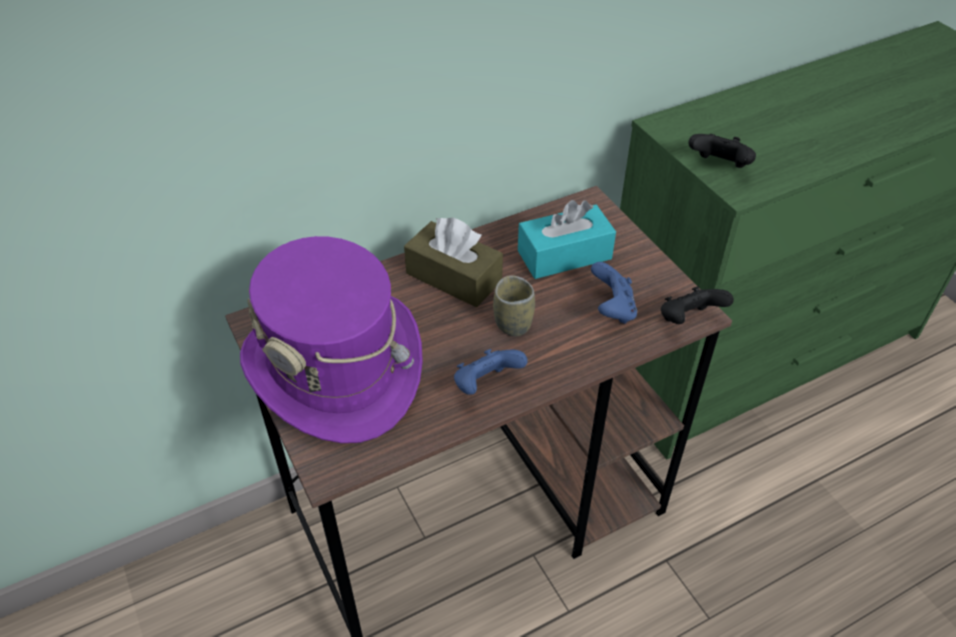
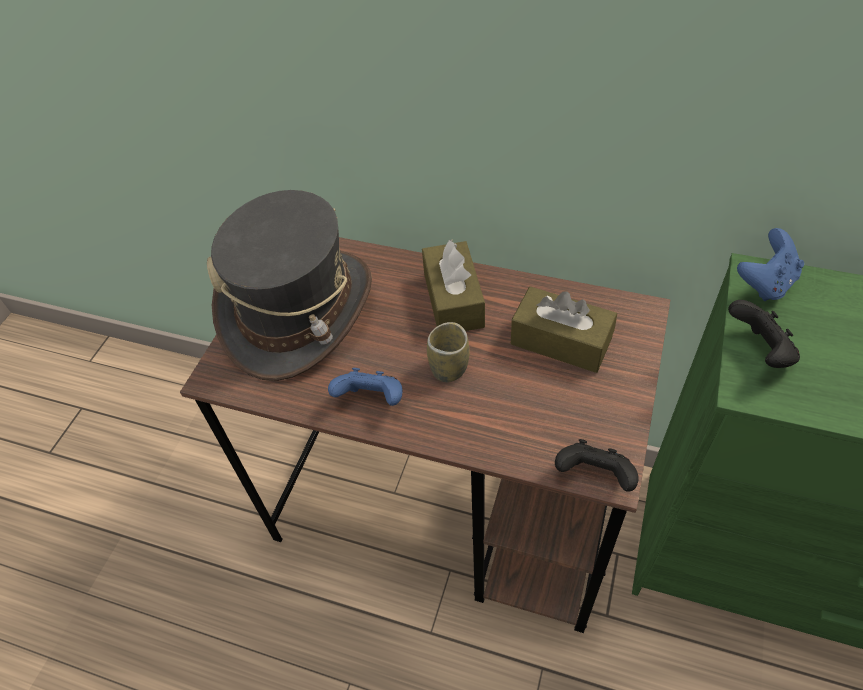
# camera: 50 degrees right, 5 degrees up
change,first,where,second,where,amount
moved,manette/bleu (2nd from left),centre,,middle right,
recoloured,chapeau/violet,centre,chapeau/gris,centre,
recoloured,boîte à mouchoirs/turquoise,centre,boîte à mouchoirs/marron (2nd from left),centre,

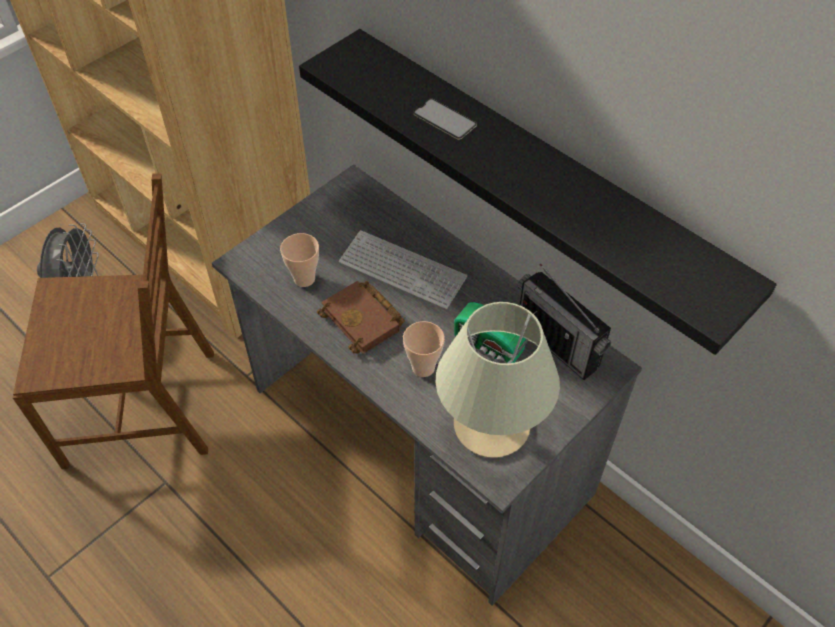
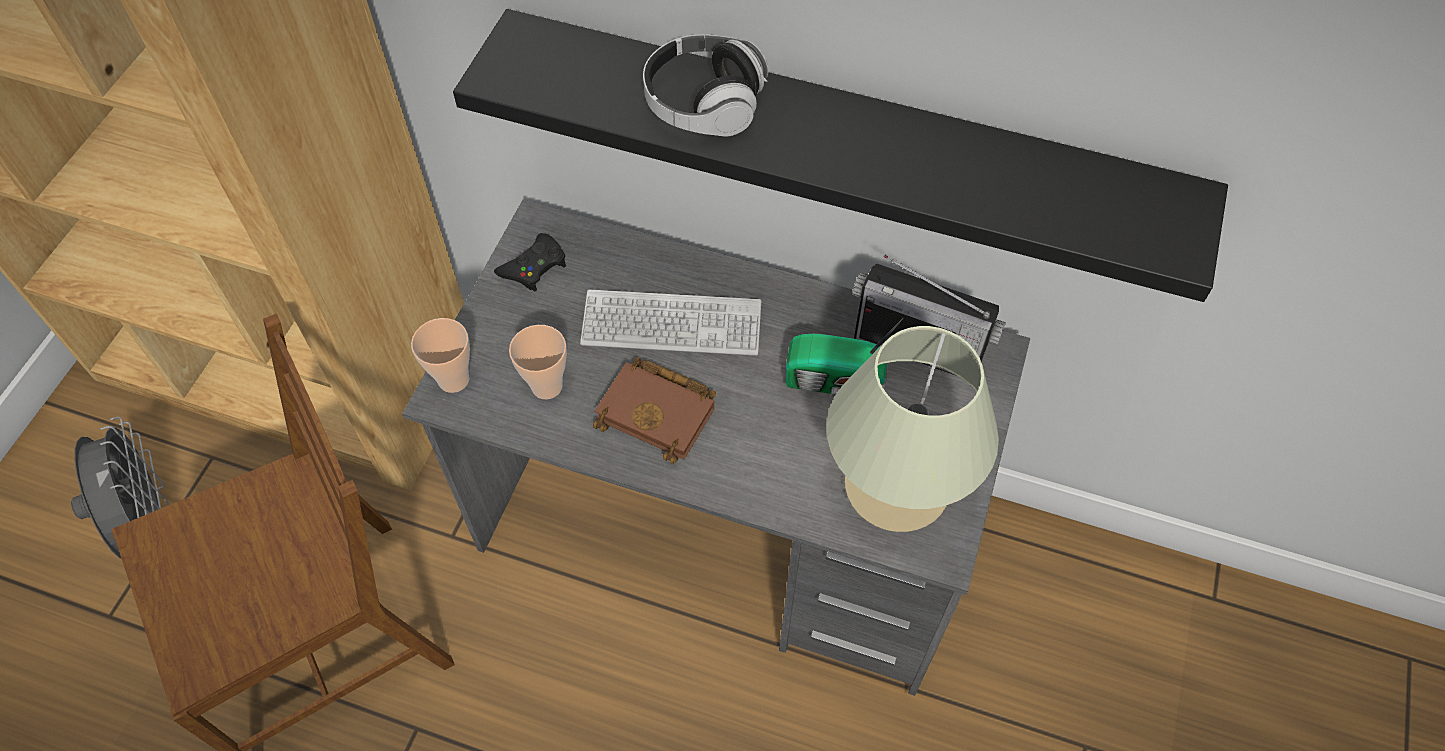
# camera: 25 degrees left, 5 degrees up
change,first,where,second,where,amount
added,,,manette/noir,centre,
moved,tasse (2nd from left in the first image),centre,tasse (1st from left),middle left,
replaced,téléphone,top centre,casque audio,top centre,

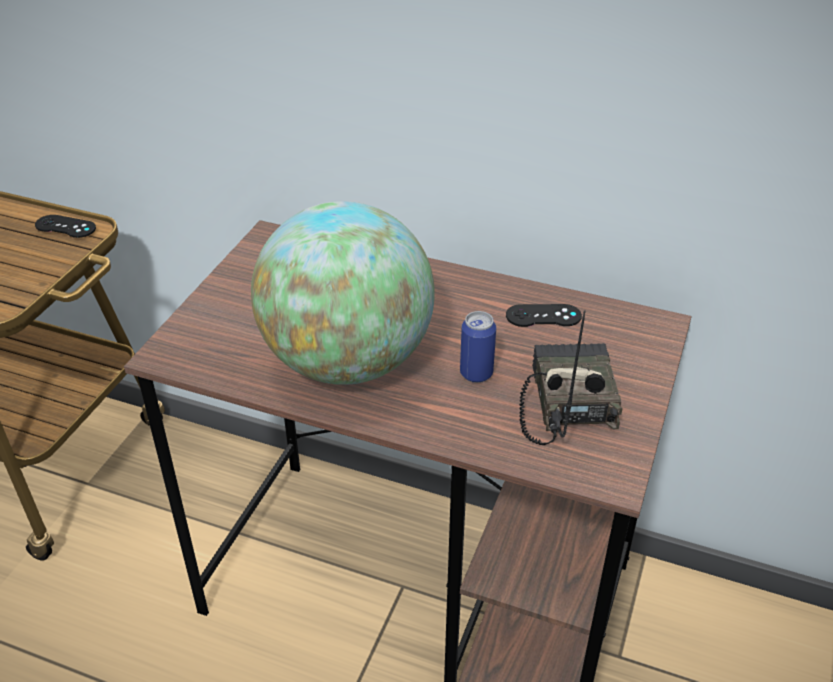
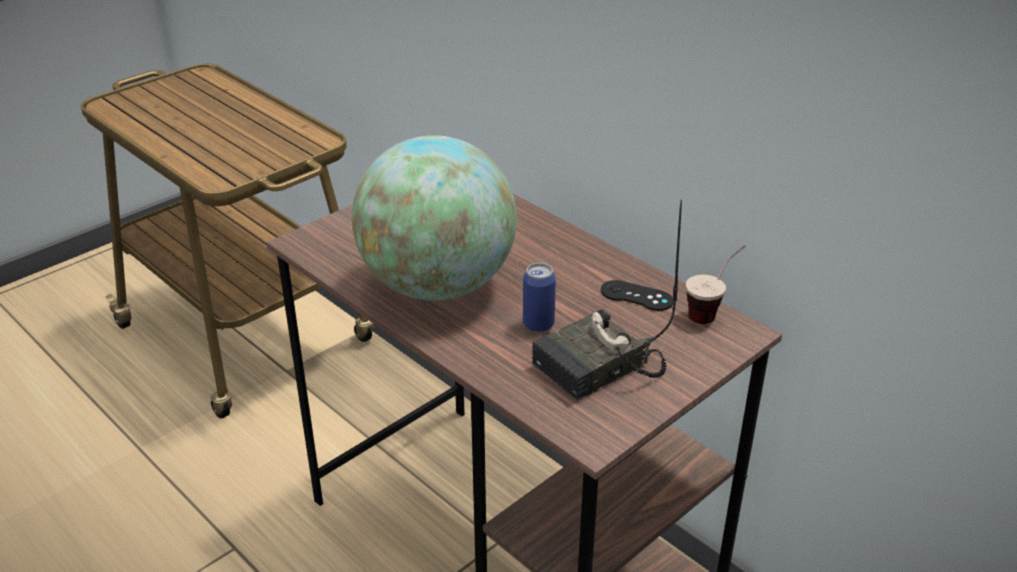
# camera: 25 degrees right, 5 degrees down
change,first,where,second,where,amount
removed,manette/noir (1st from left),top left,,,
added,,,tasse,middle right,
turned,radio,middle right,,centre,150 degrees counterclockwise

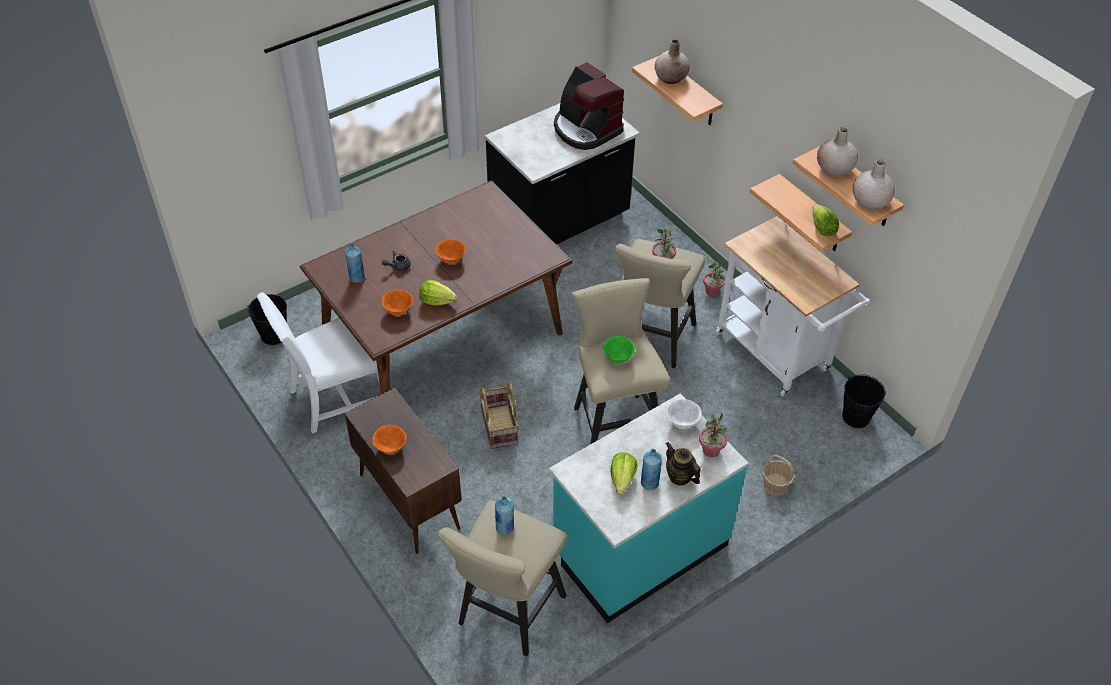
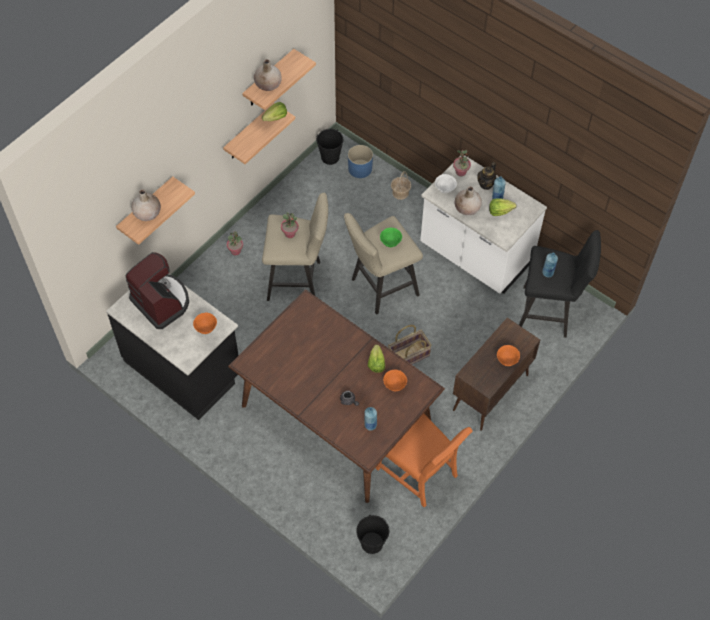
# camera: 105 degrees left, 10 degrees up
change,first,where,second,where,amount
removed,chariot/blanc,middle right,,,
added,,,cache-pot/bleu,top centre,
moved,bol/orange (3rd from left in the first image),centre,bol/orange (1st from left),middle left,
moved,vase/beige (3rd from left),top right,,top centre,
recoloured,chaise/blanc,middle left,chaise/orange,bottom centre,
recoloured,tabouret/beige (1st from left),bottom centre,tabouret/noir,middle right,
recoloured,comptoir de cuisine/turquoise,bottom centre,comptoir de cuisine/blanc,middle right,
turned,machine à café,top centre,,middle left,75 degrees counterclockwise

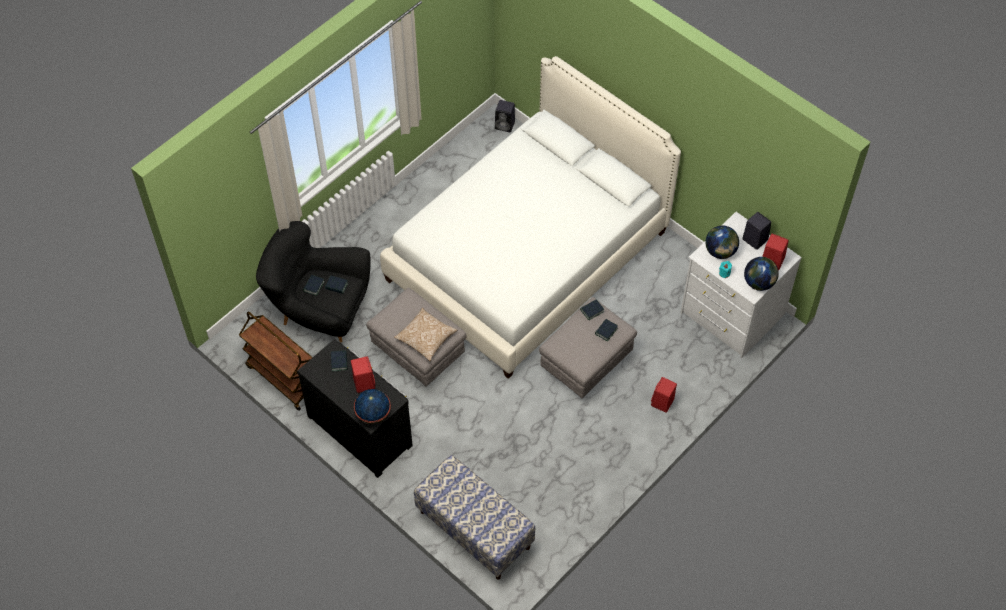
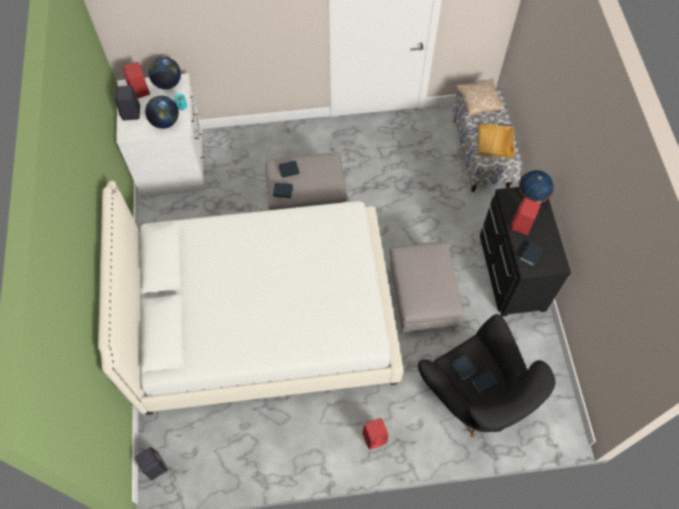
# camera: 140 degrees left, 5 degrees up
change,first,where,second,where,amount
removed,chariot/marron,middle left,,,
added,,,plateau/beige,top right,
moved,coussin,centre,,top right,
moved,enceinte/rouge (2nd from left),centre,,bottom centre,

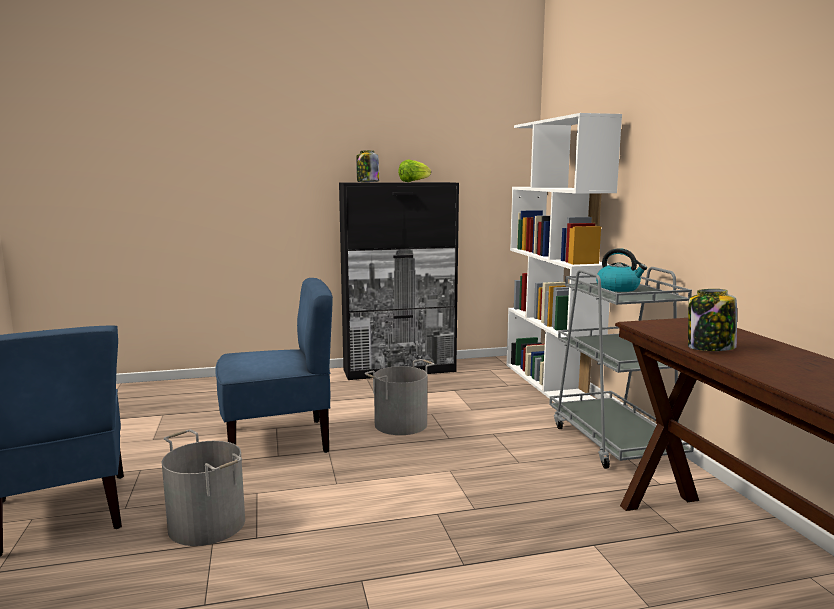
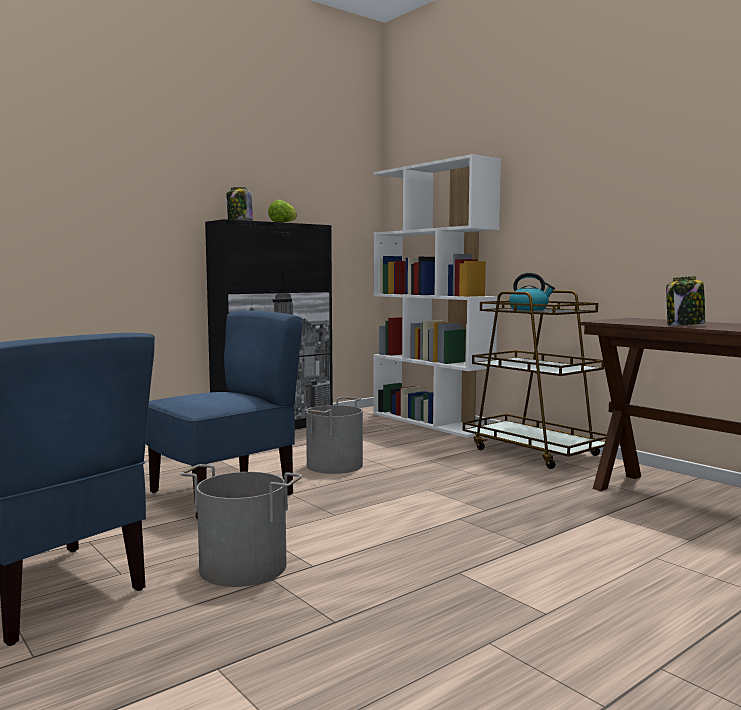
# camera: 25 degrees left, 5 degrees down
change,first,where,second,where,amount
recoloured,chariot/gris,middle right,chariot/marron,middle right,

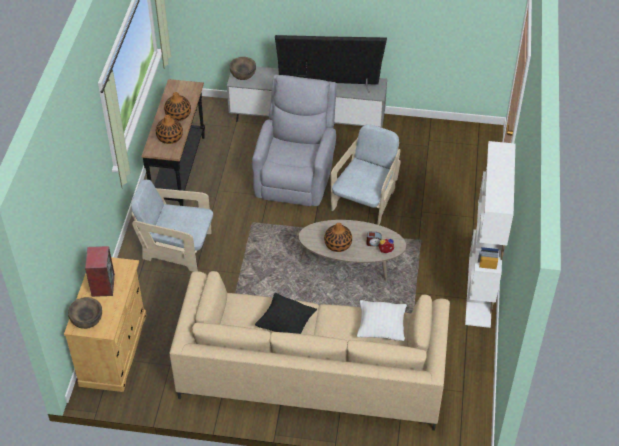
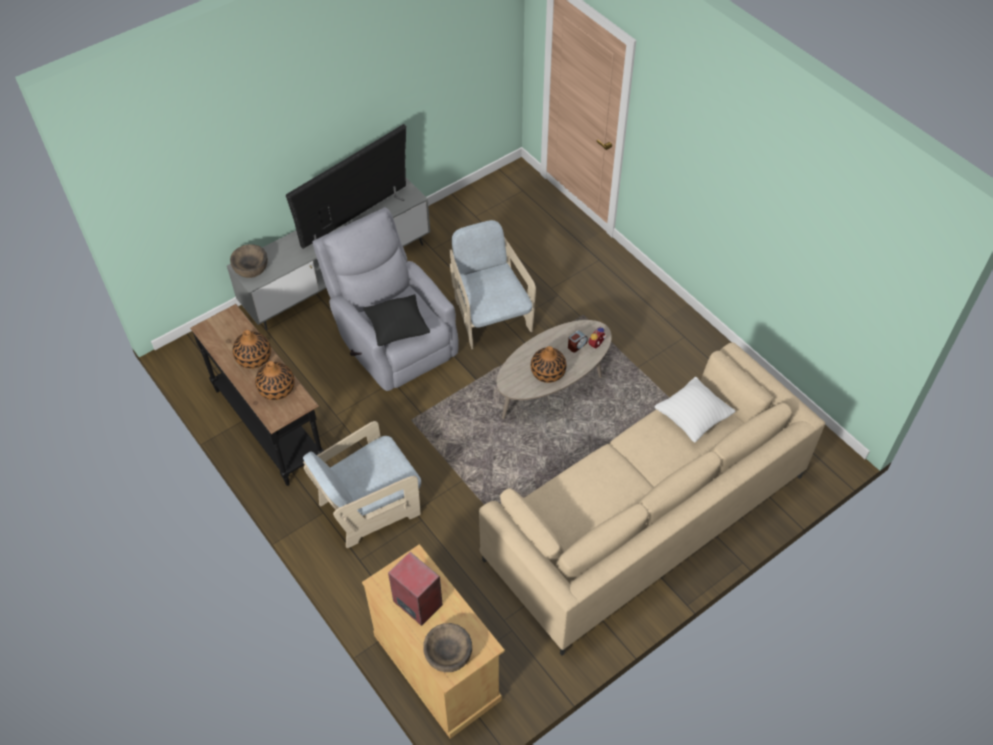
# camera: 45 degrees left, 5 degrees up
change,first,where,second,where,amount
removed,bibliothèque/blanc,middle right,,,
moved,coussin/noir,bottom centre,,centre,

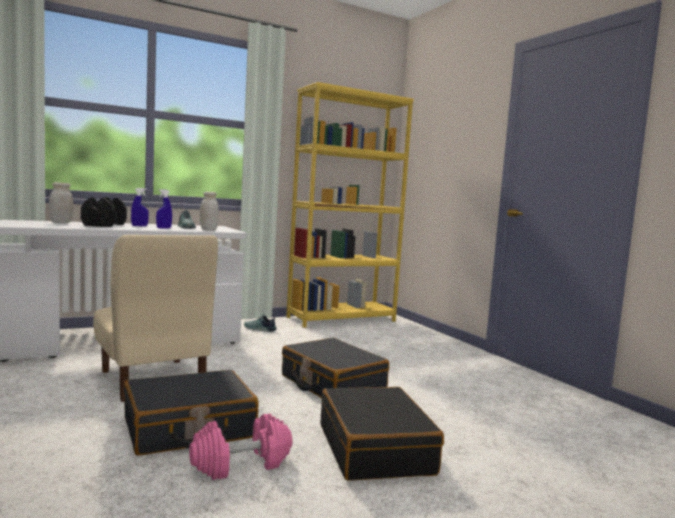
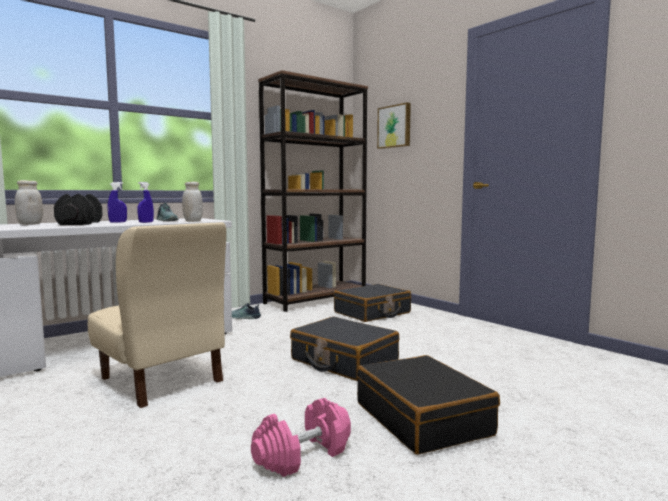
# camera: 10 degrees left, 0 degrees up
change,first,where,second,where,amount
added,,,tableau,top centre,
moved,valise/noir (1st from left in the first image),bottom left,valise/noir (2nd from left),centre,
recoloured,bibliothèque/jaune,centre,bibliothèque/marron,centre,

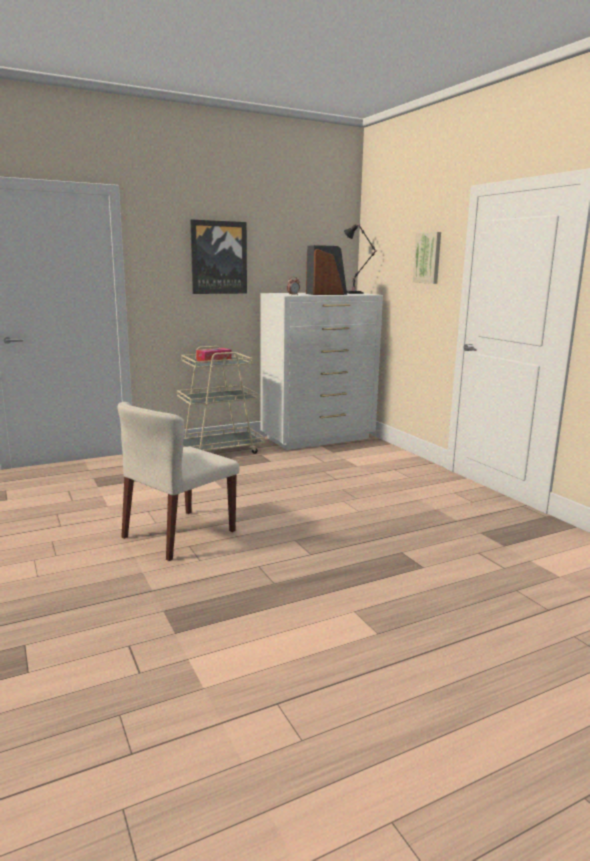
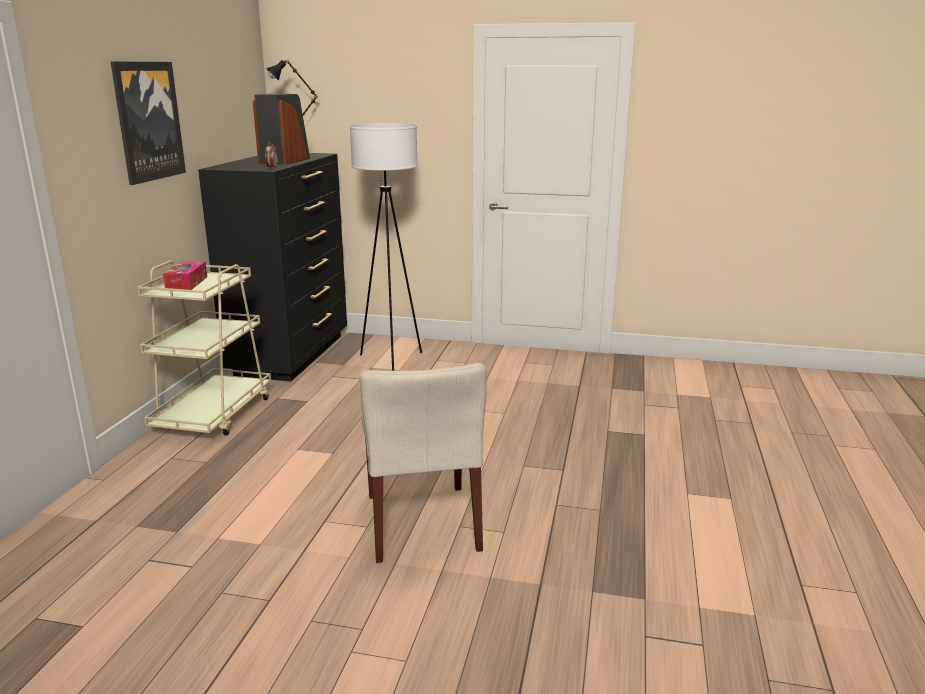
# camera: 50 degrees left, 5 degrees up
change,first,where,second,where,amount
removed,tableau (2nd from left),top right,,,
added,,,lampadaire/blanc,centre,
recoloured,commode/blanc,centre,commode/noir,middle left,

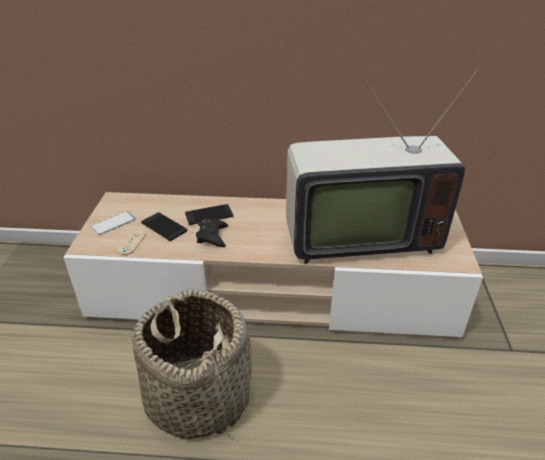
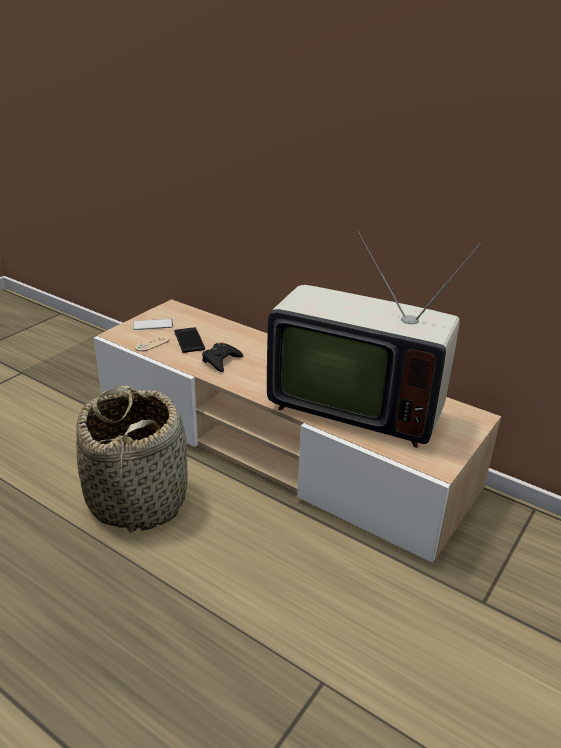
# camera: 30 degrees right, 5 degrees down
change,first,where,second,where,amount
removed,téléphone (3rd from left),centre,,,

